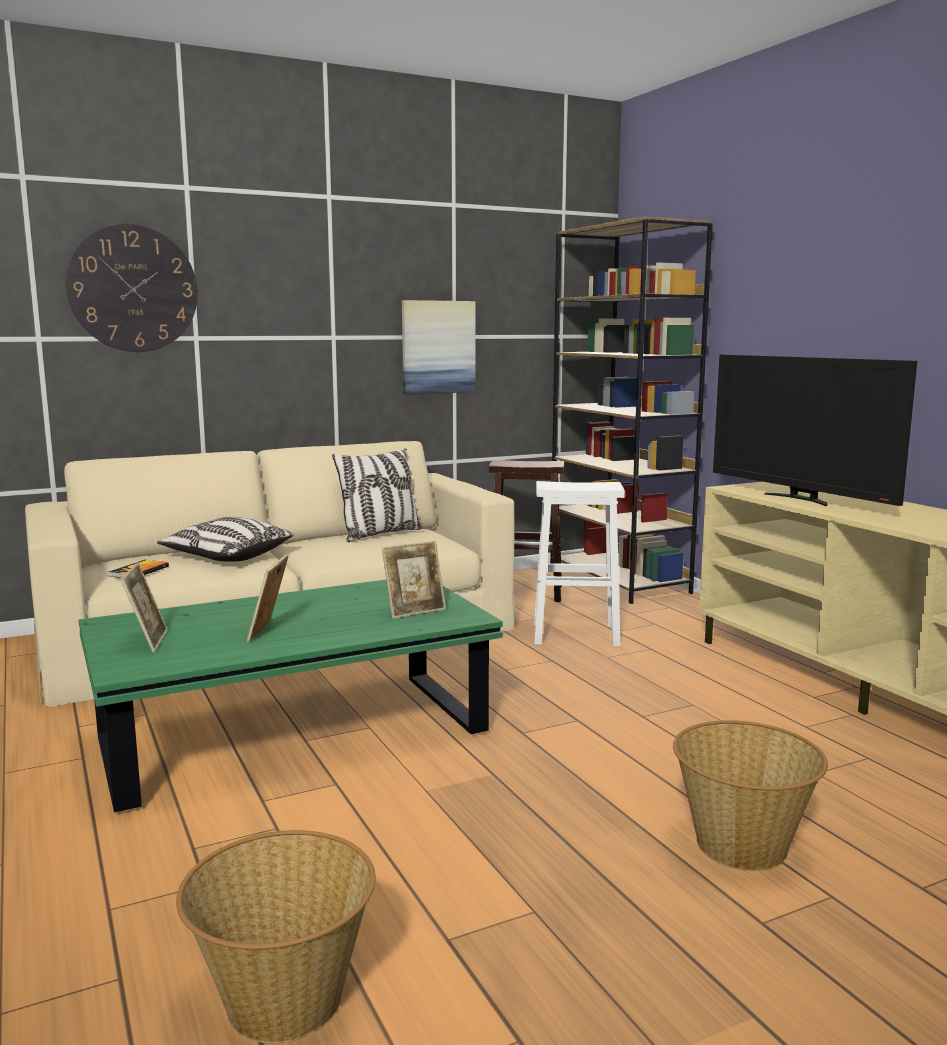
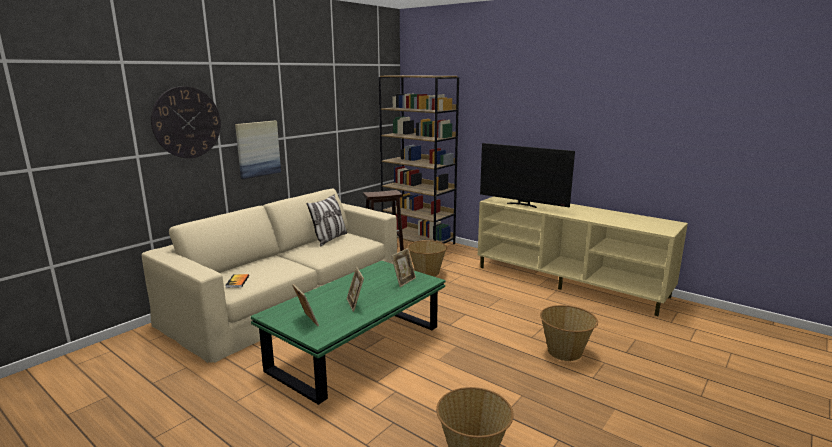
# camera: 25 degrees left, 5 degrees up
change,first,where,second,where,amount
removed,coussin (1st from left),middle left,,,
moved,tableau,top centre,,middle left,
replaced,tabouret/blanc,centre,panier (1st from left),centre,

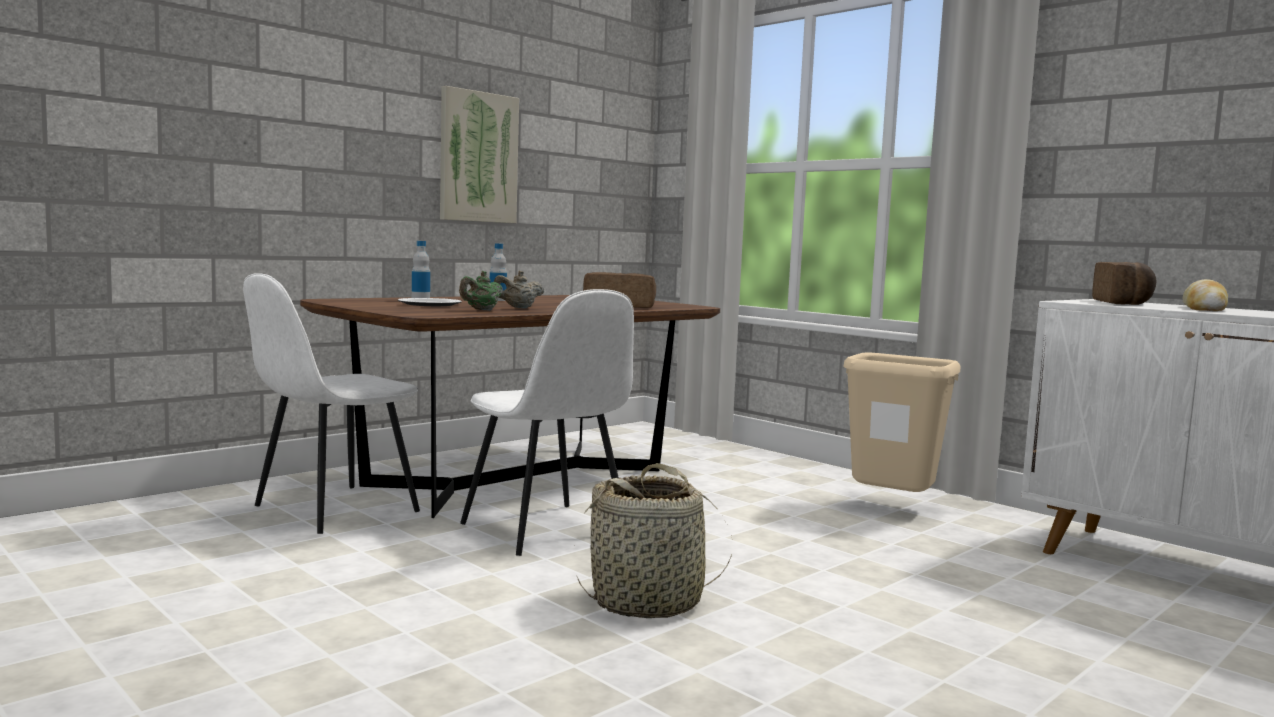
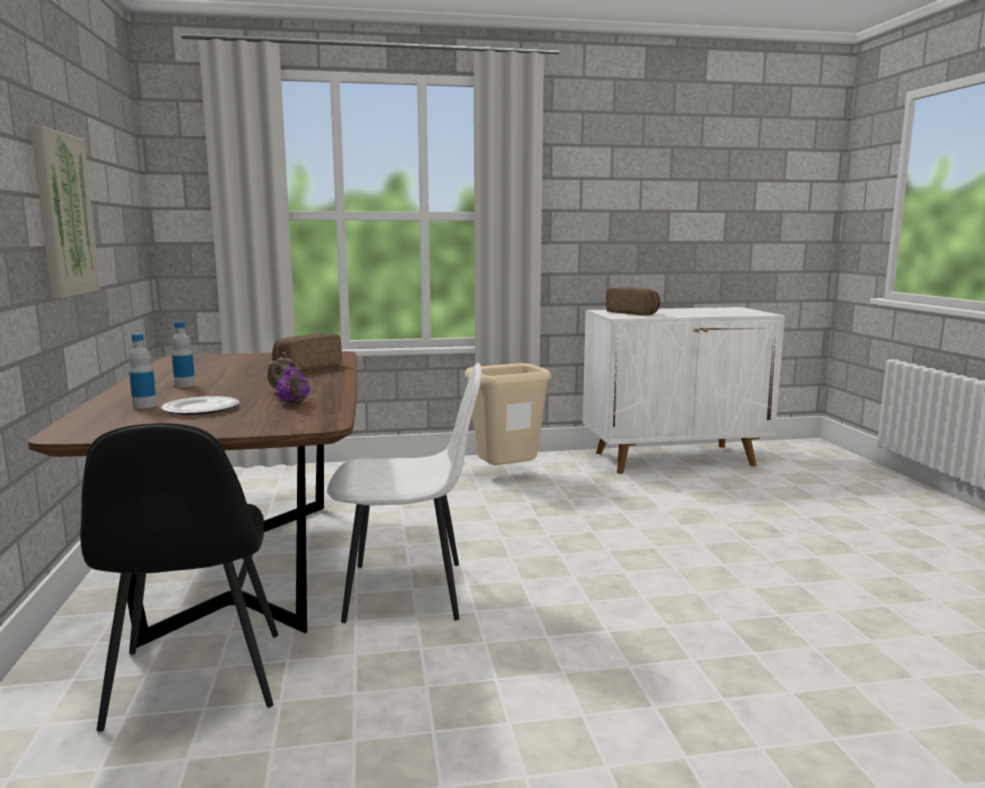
# camera: 55 degrees left, 5 degrees up
change,first,where,second,where,amount
removed,panier,bottom centre,,,
removed,pain (3rd from left),middle right,,,
recoloured,chaise/blanc (1st from left),middle left,chaise/noir,bottom left,
recoloured,théière/vert,centre,théière/violet,middle left,

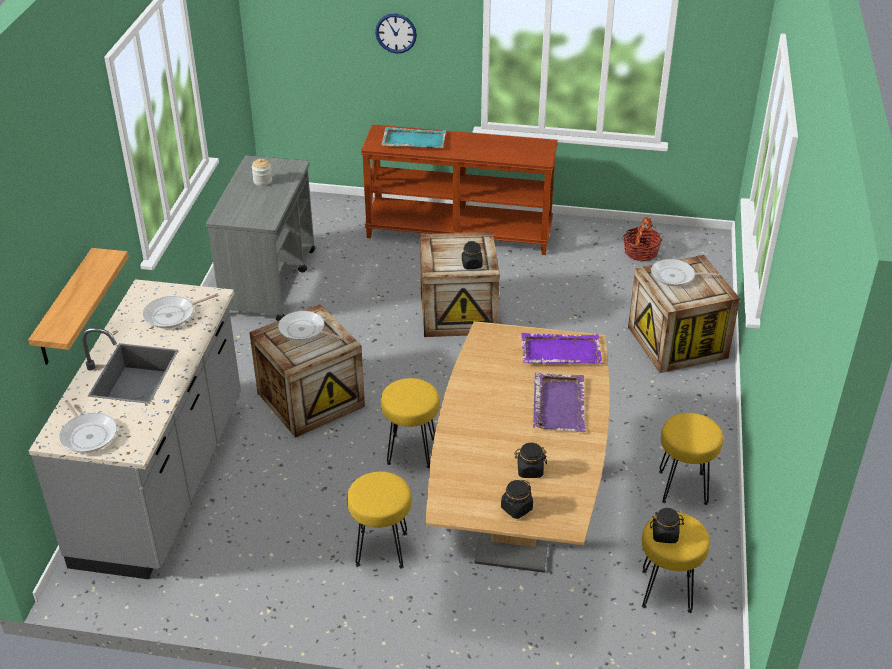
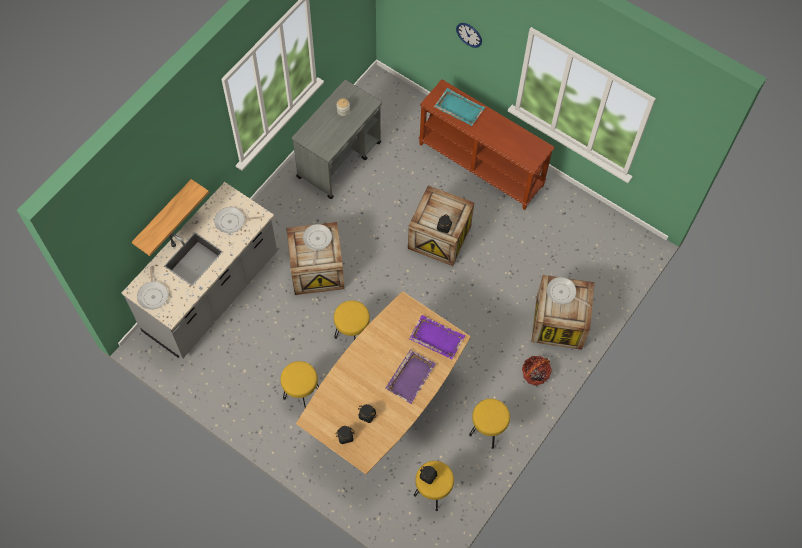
# camera: 25 degrees right, 25 degrees up
change,first,where,second,where,amount
moved,panier,middle right,,bottom right,
turned,poêle (3rd from left),centre,,centre,45 degrees clockwise

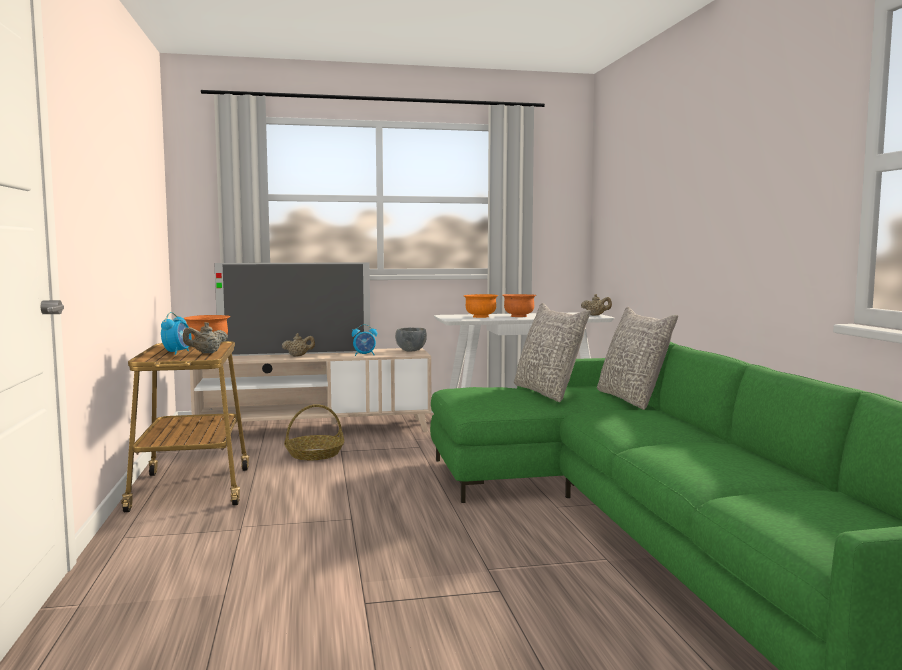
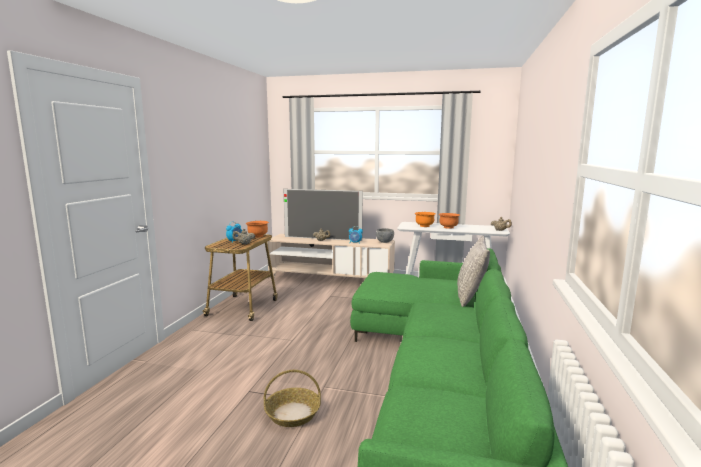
# camera: 25 degrees right, 5 degrees up
change,first,where,second,where,amount
removed,coussin/gris (1st from left),centre,,,
moved,panier,centre,,bottom centre,

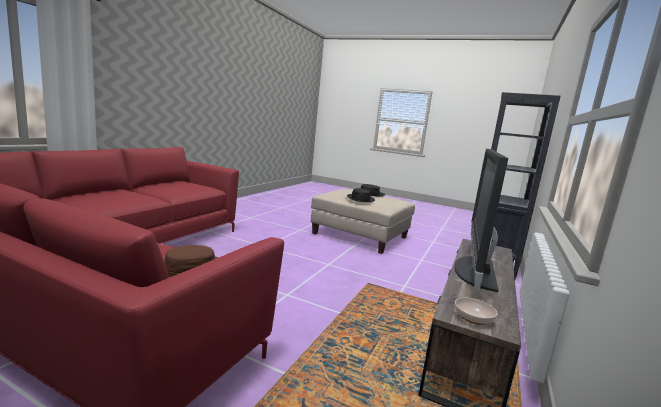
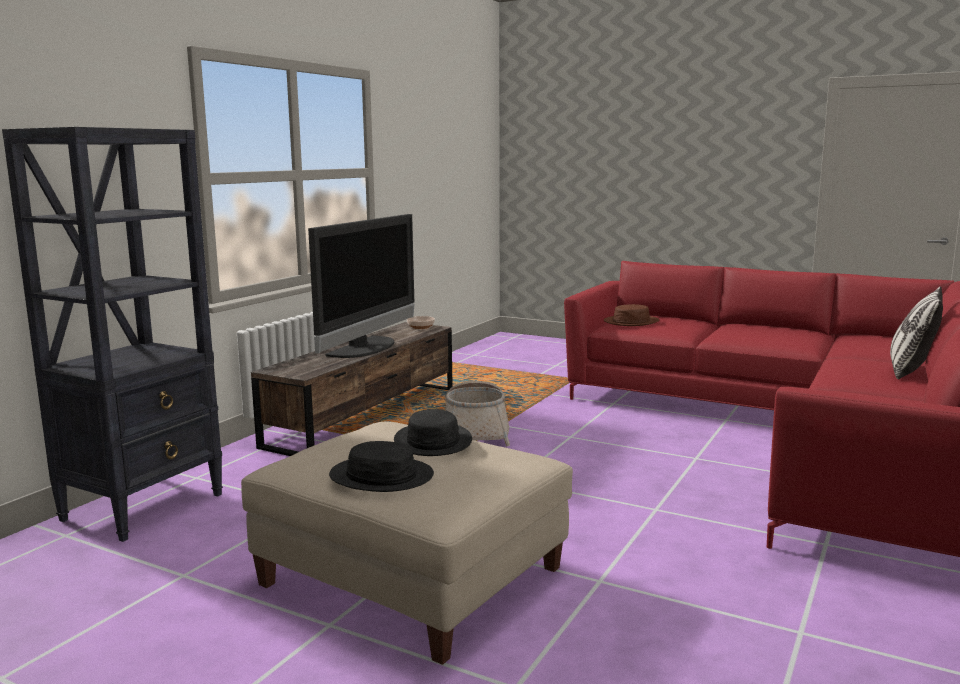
# camera: 175 degrees left, 0 degrees up
change,first,where,second,where,amount
added,,,panier,centre,
added,,,coussin,middle right,

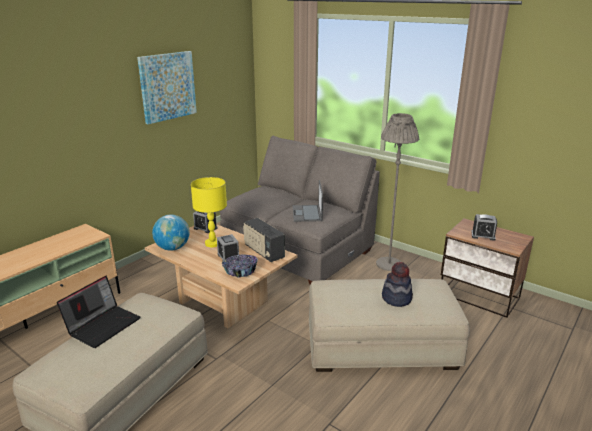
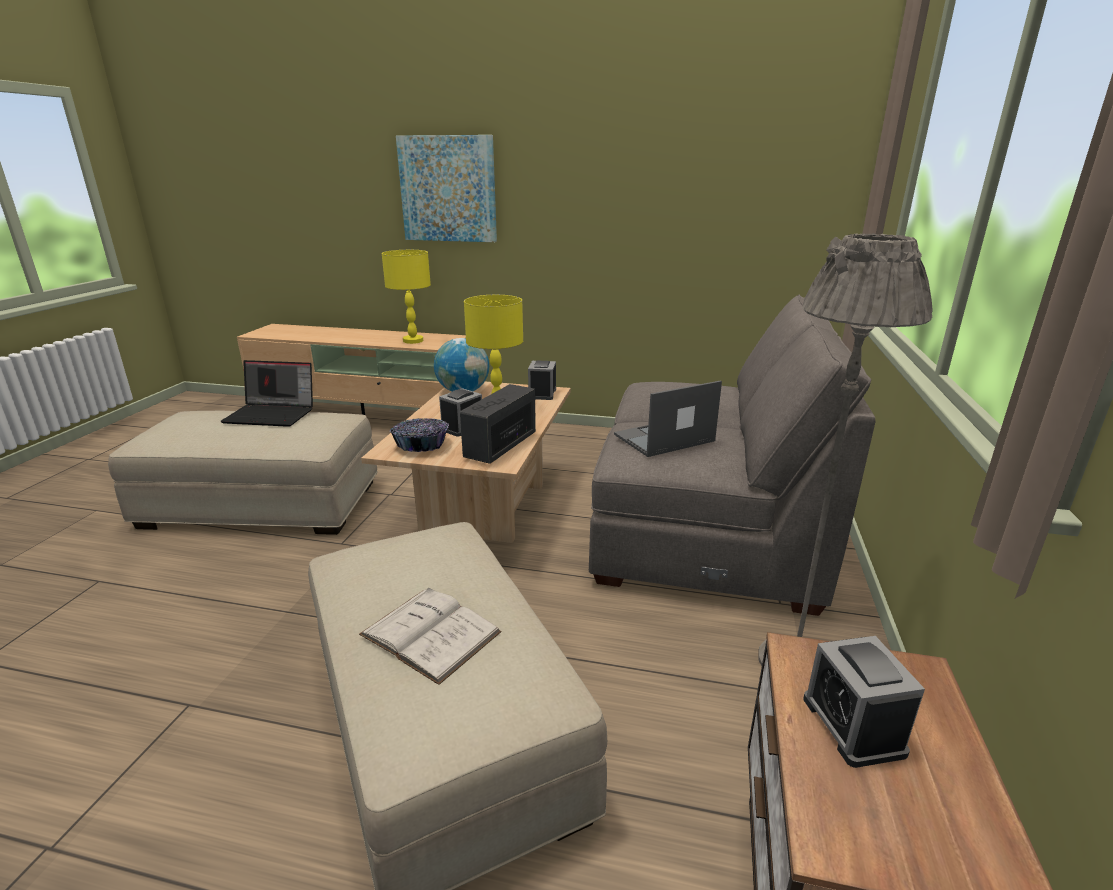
# camera: 65 degrees right, 0 degrees up
change,first,where,second,where,amount
added,,,lampe de table/jaune (1st from left),centre,
moved,tableau,top left,,top centre,
replaced,chapeau,middle right,livre/blanc,bottom centre,

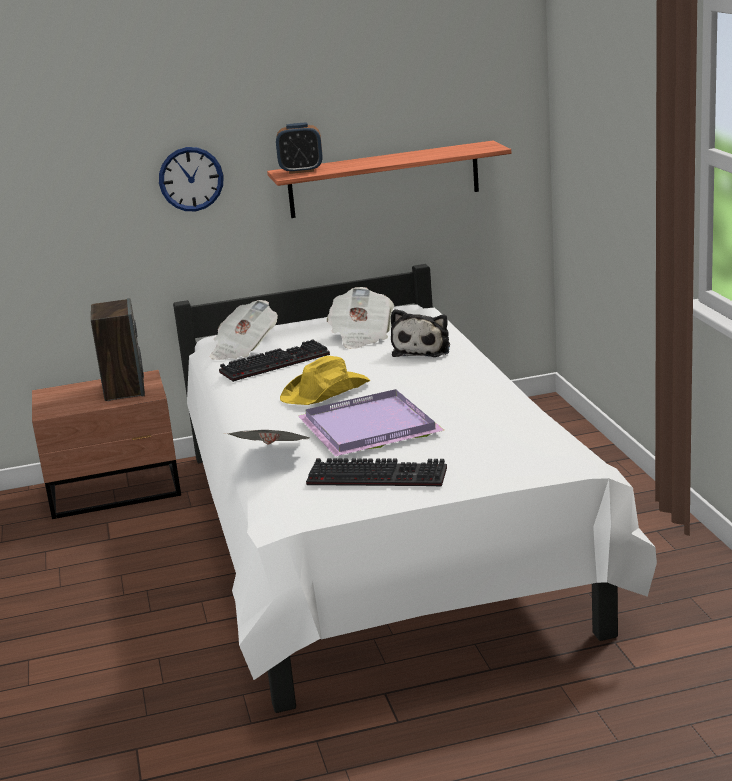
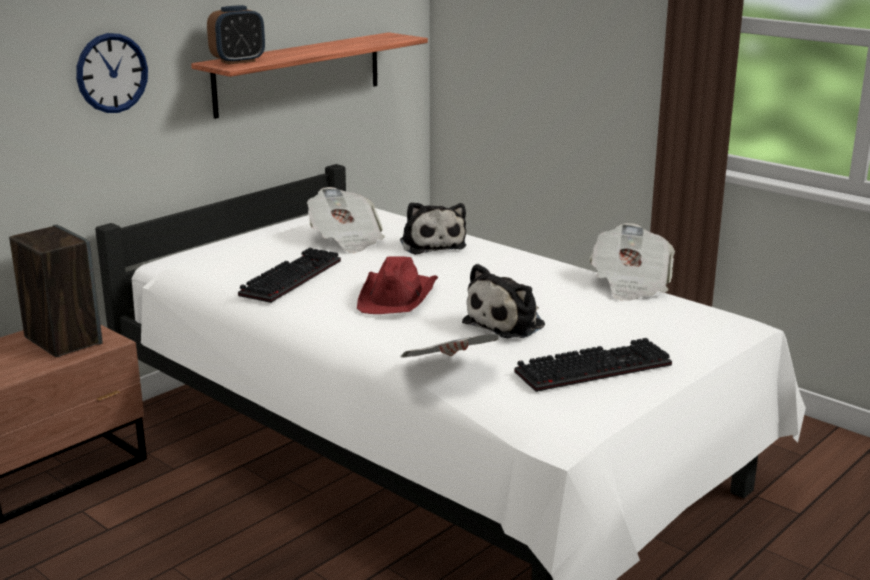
# camera: 35 degrees left, 0 degrees up
change,first,where,second,where,amount
moved,journal (1st from left in the first image),centre,journal (3rd from left),middle right,
replaced,plateau/violet,centre,peluche (2nd from left),centre,
recoloured,chapeau/jaune,centre,chapeau/rouge,centre,

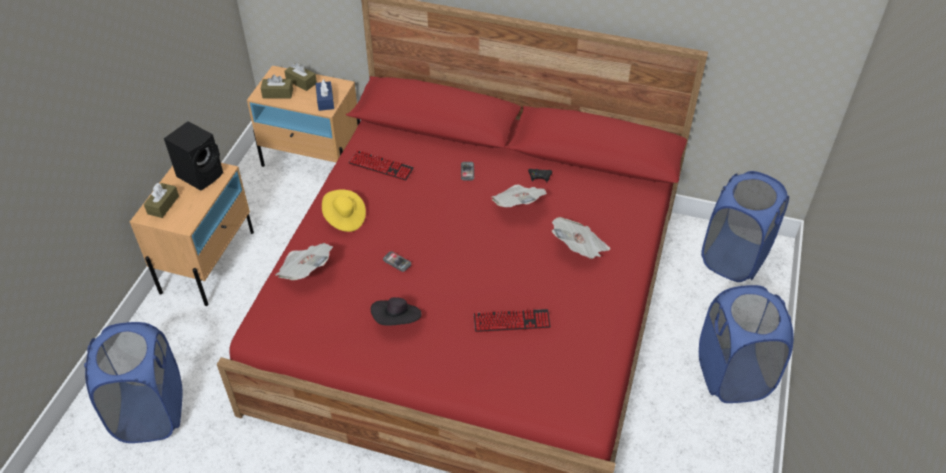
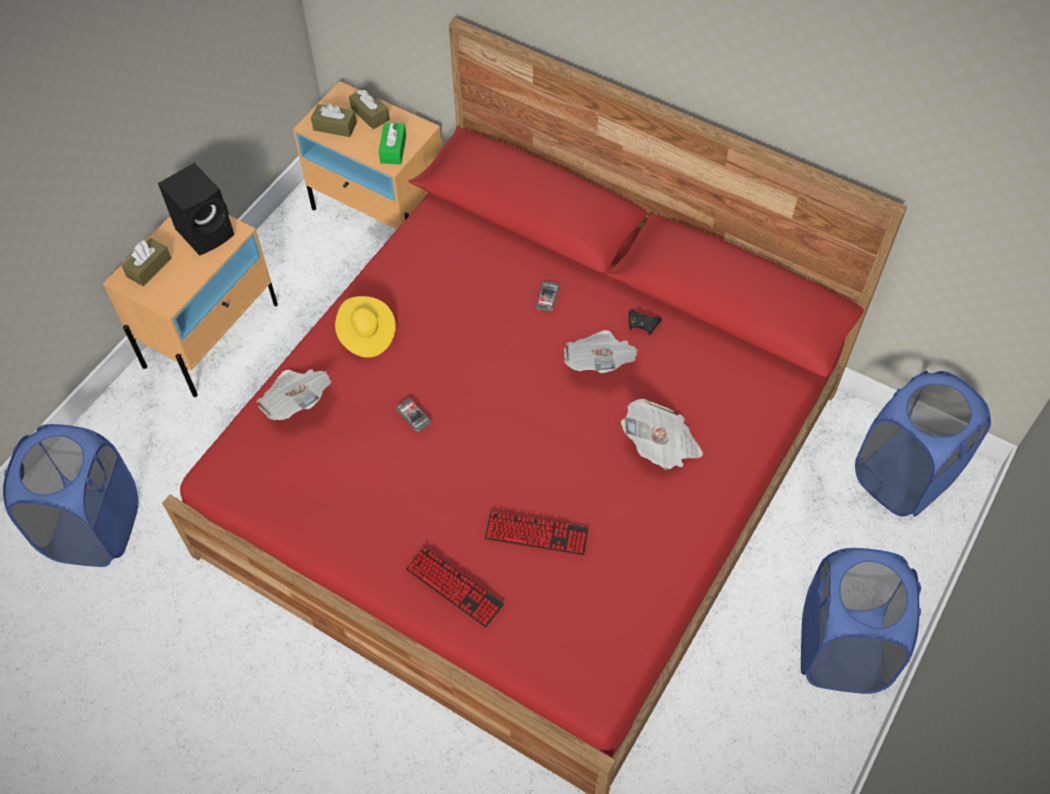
# camera: 15 degrees right, 10 degrees up
change,first,where,second,where,amount
removed,chapeau/noir,centre,,,
moved,clavier (1st from left),centre,,bottom centre,
recoloured,boîte à mouchoirs/bleu,top centre,boîte à mouchoirs/vert,top centre,

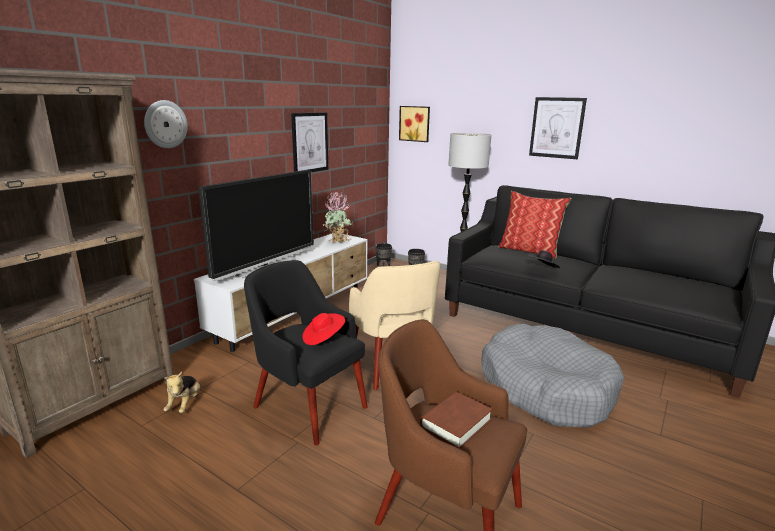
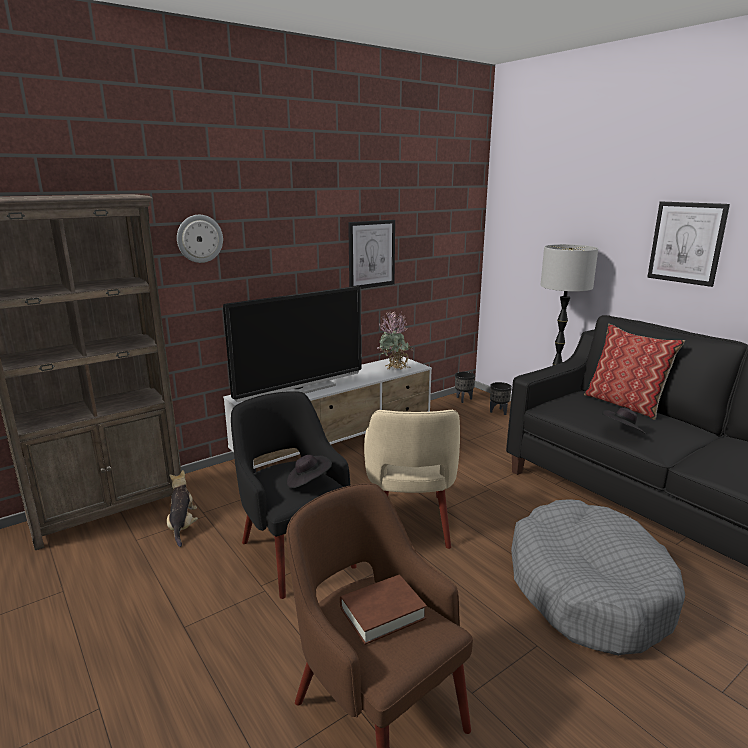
# camera: 20 degrees right, 0 degrees up
change,first,where,second,where,amount
removed,tableau (2nd from left),top centre,,,
recoloured,chapeau/rouge,centre,chapeau/noir (1st from left),centre,
turned,peluche,bottom left,,bottom left,150 degrees clockwise

